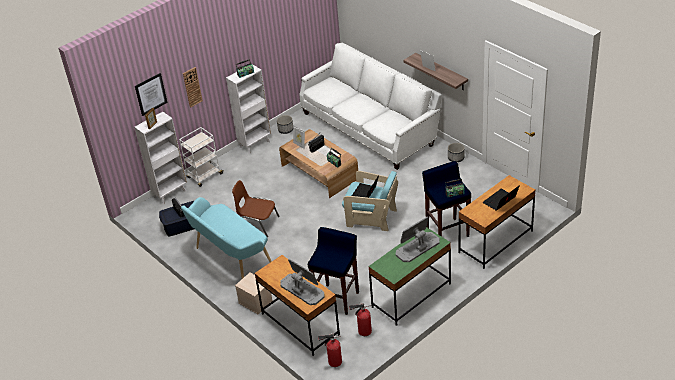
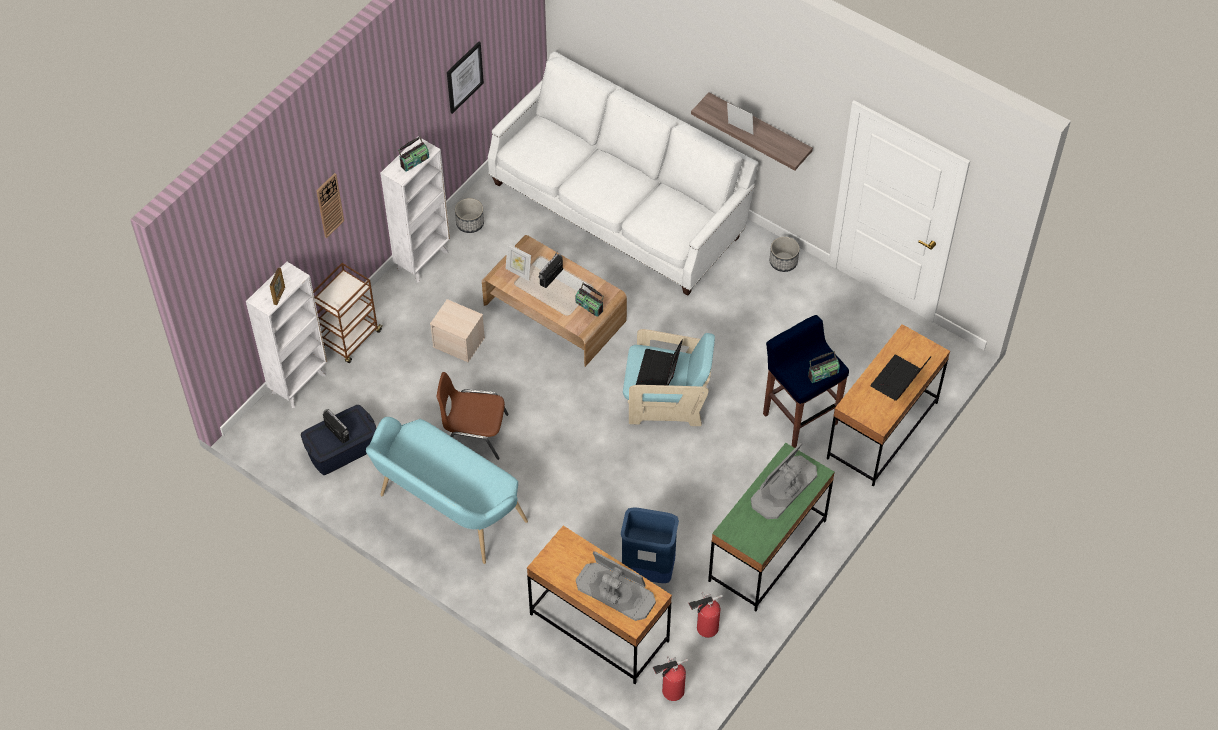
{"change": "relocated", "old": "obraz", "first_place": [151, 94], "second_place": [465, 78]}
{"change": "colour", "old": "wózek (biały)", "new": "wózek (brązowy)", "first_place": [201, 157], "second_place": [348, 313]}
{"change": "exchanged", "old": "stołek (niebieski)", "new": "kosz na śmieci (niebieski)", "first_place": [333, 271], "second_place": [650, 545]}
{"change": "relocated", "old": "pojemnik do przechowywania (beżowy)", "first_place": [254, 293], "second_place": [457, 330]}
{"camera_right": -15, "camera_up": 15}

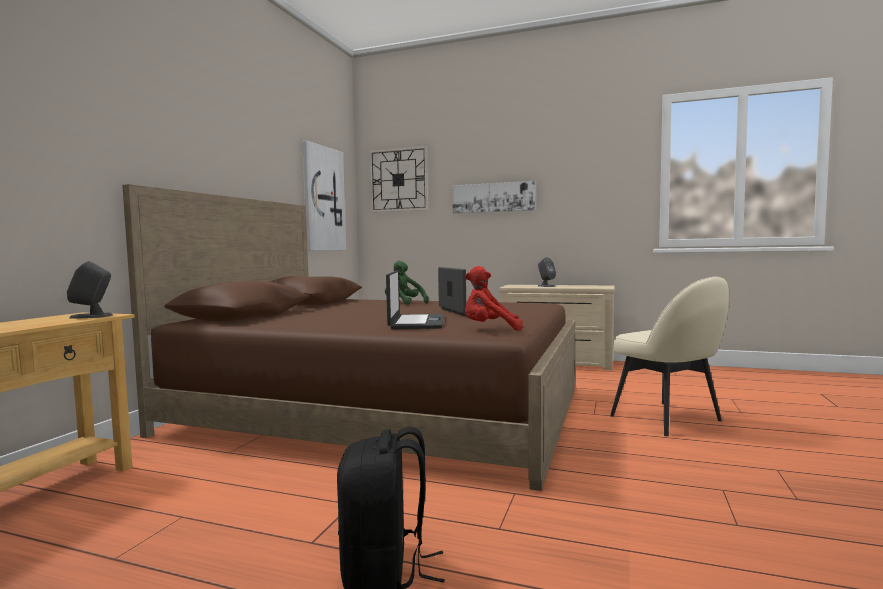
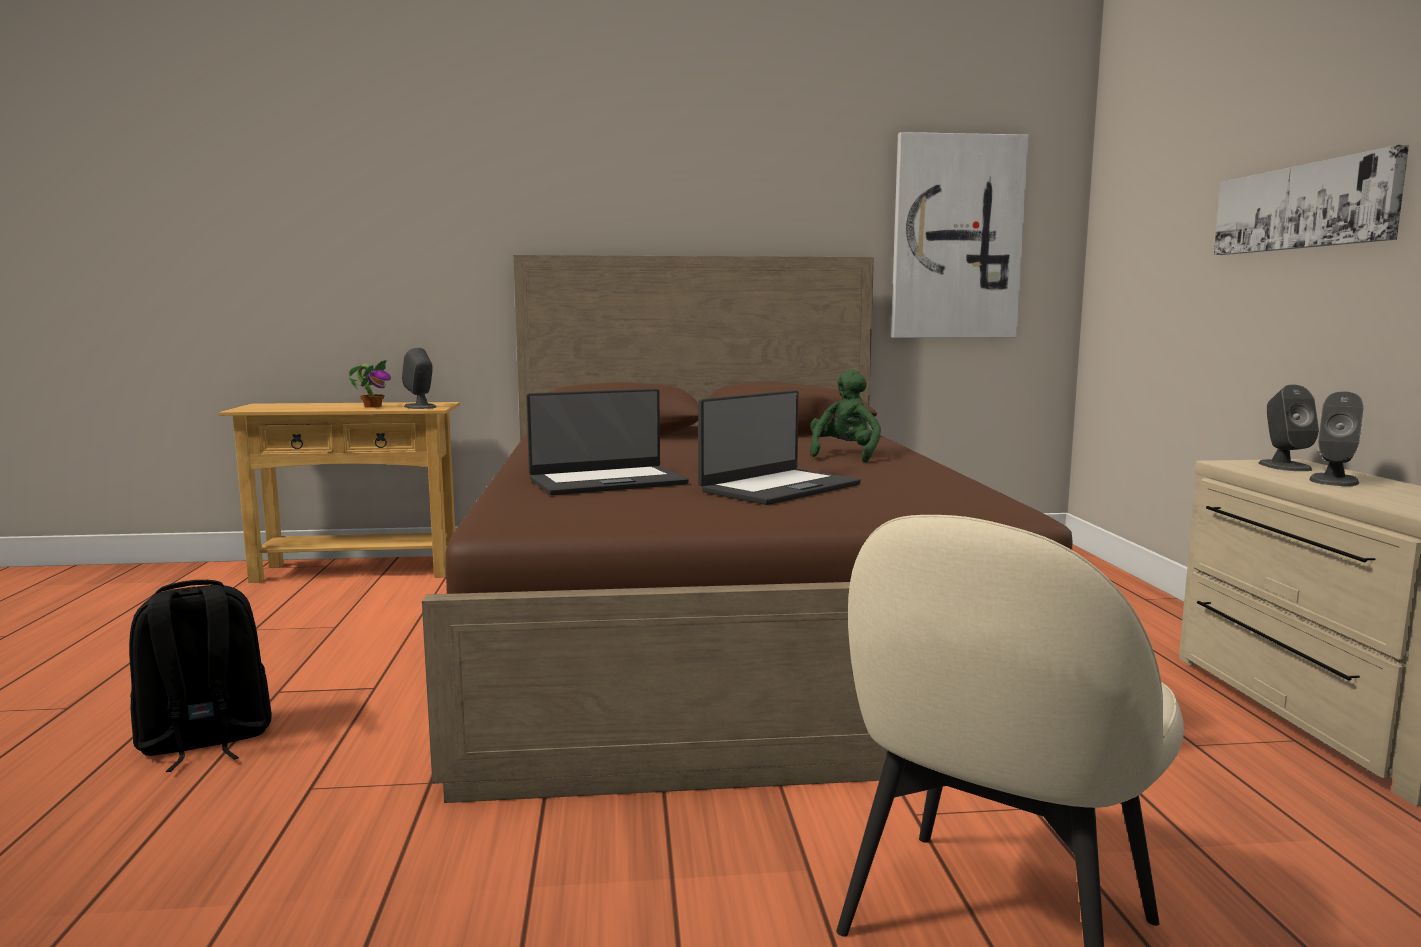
{"change": "missing", "old": "zegar ścienny", "first_place": [398, 179]}
{"change": "missing", "old": "pluszak (czerwony)", "first_place": [494, 298]}
{"change": "appeared", "new": "roślina doniczkowa", "second_place": [369, 384]}
{"change": "appeared", "new": "głośnik (szary)", "second_place": [1289, 427]}
{"camera_right": 65, "camera_up": 5}

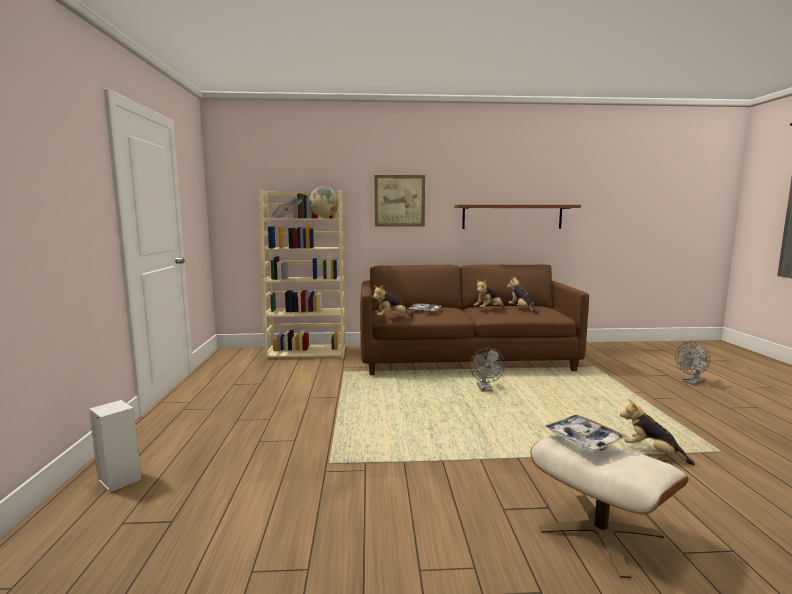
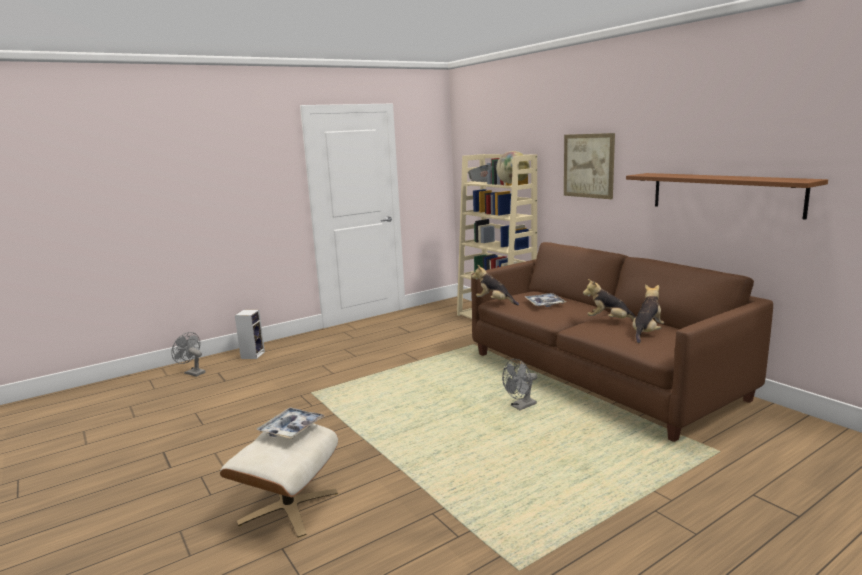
{"change": "relocated", "old": "wentylator (szary)", "first_place": [692, 363], "second_place": [189, 354]}
{"change": "missing", "old": "pluszak", "first_place": [657, 432]}
{"camera_right": 60, "camera_up": 5}

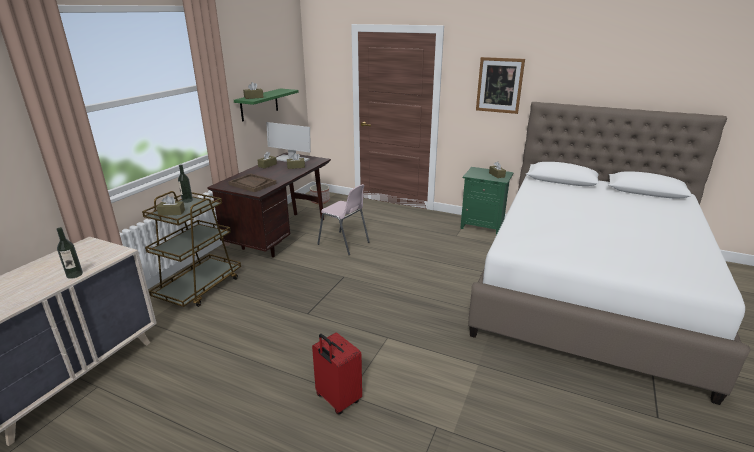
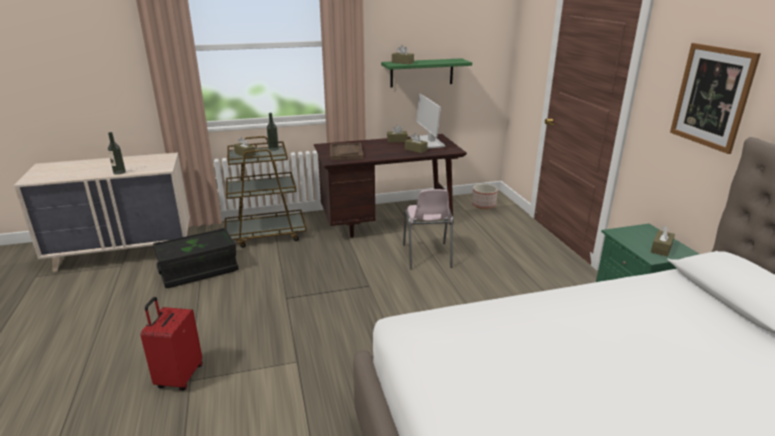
{"change": "appeared", "new": "pojemnik do przechowywania (czarny)", "second_place": [196, 258]}
{"camera_right": 50, "camera_up": 0}

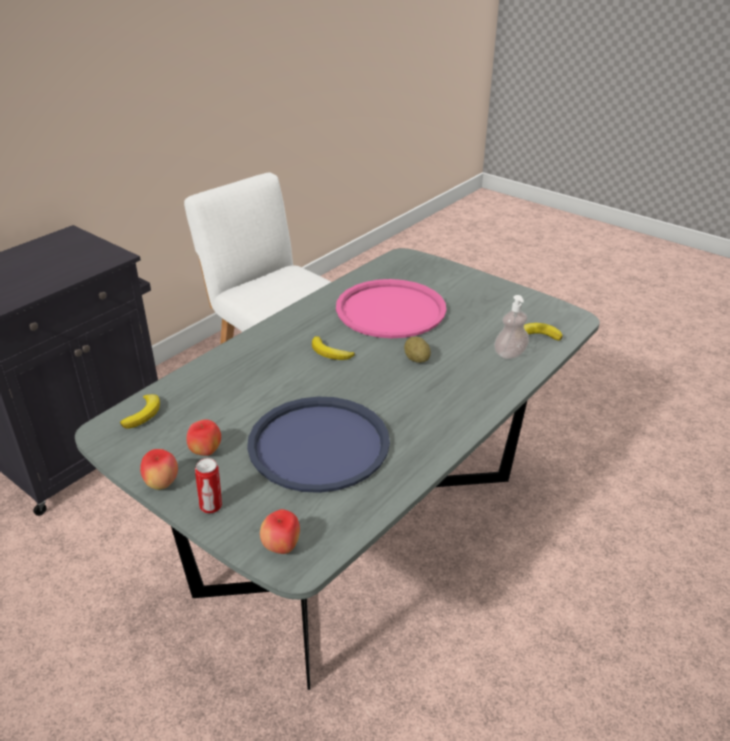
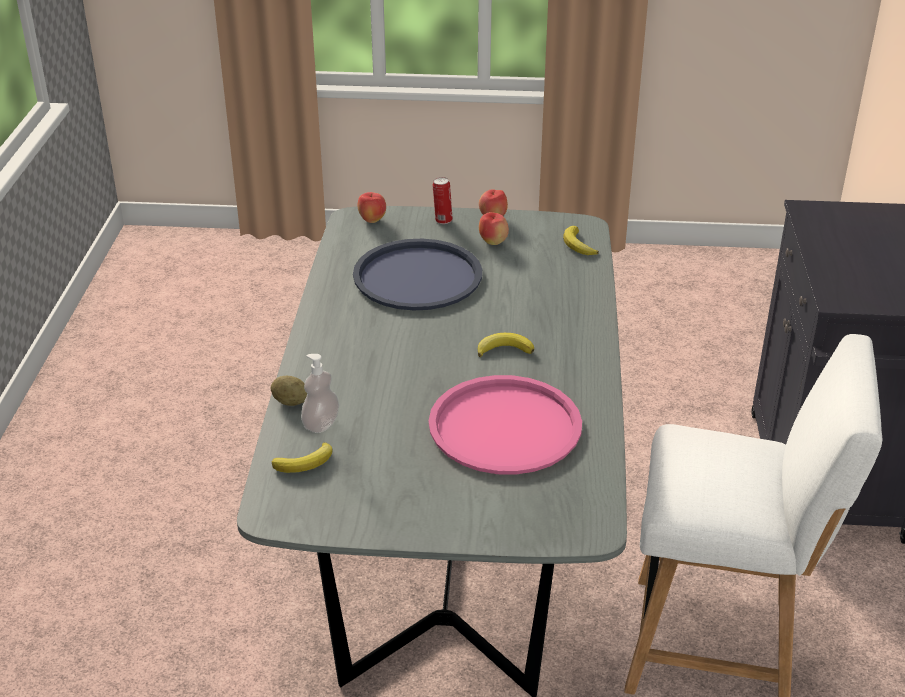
{"change": "relocated", "old": "ziemniak", "first_place": [417, 350], "second_place": [288, 391]}
{"camera_right": 145, "camera_up": 0}

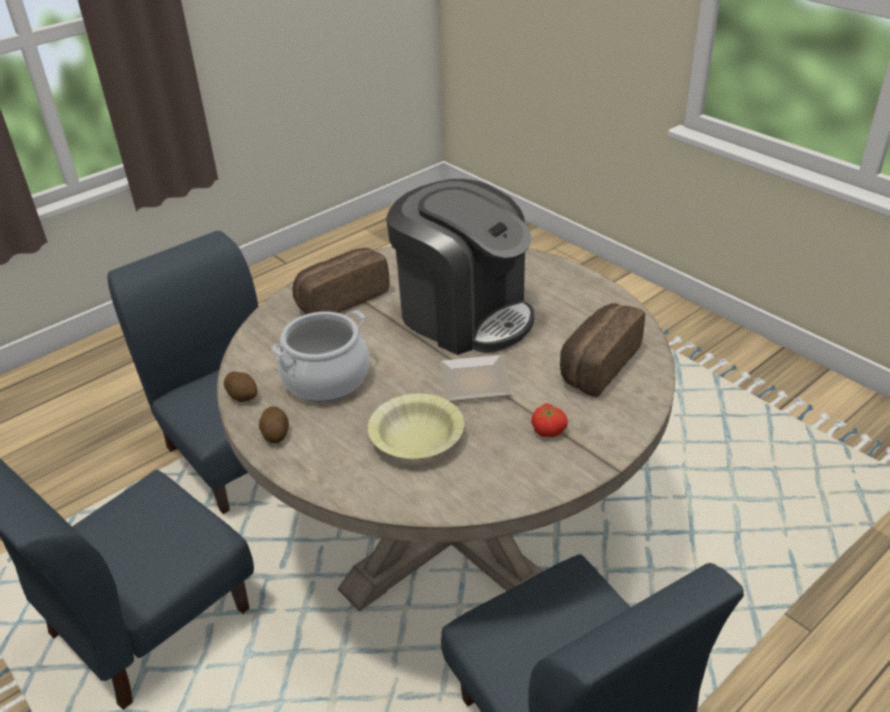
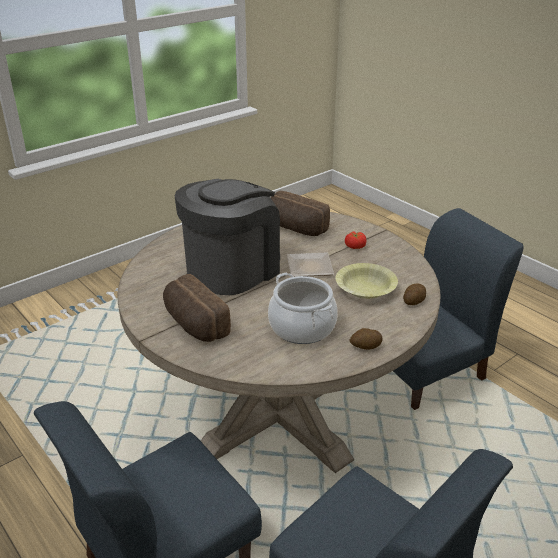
{"change": "relocated", "old": "ziemniak", "first_place": [241, 387], "second_place": [414, 294]}
{"camera_right": -90, "camera_up": -5}

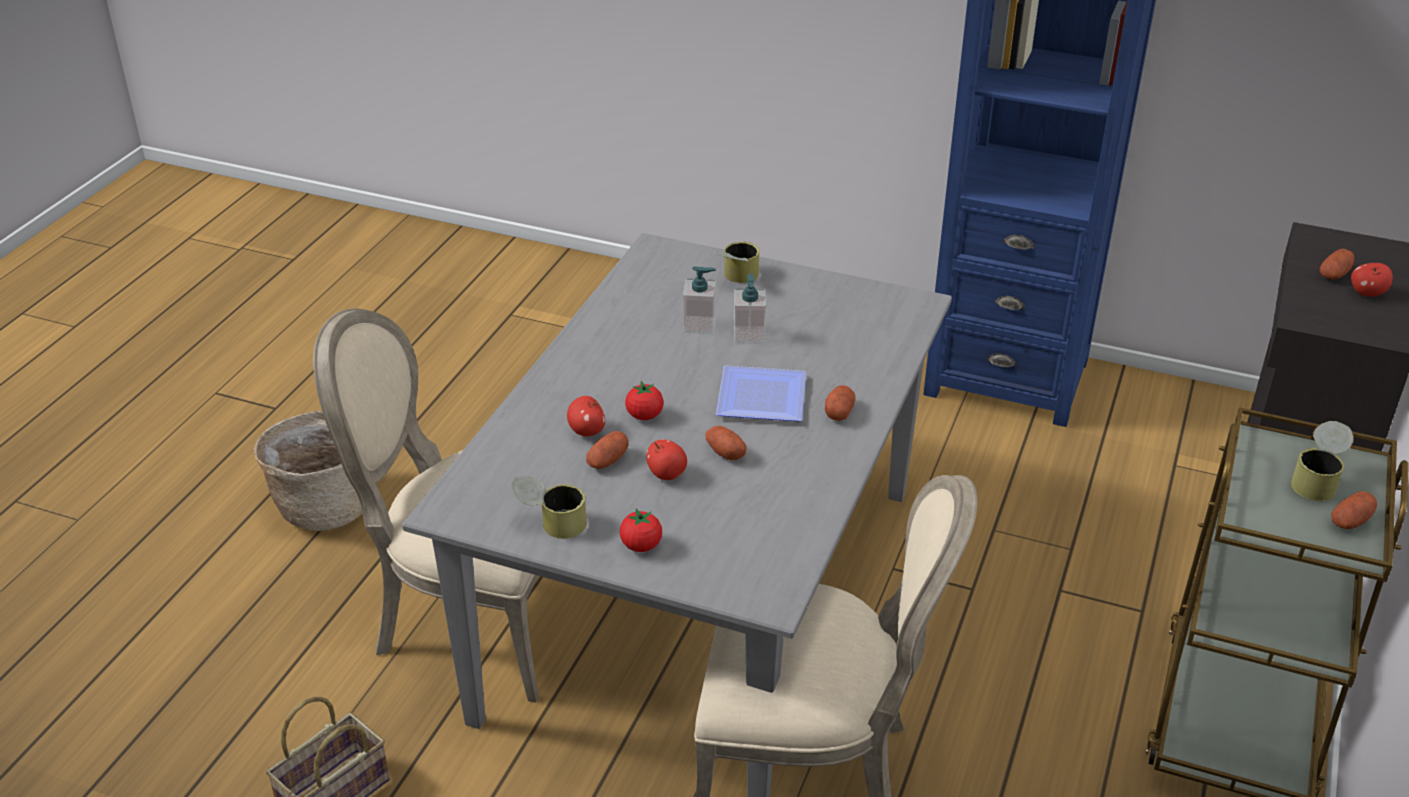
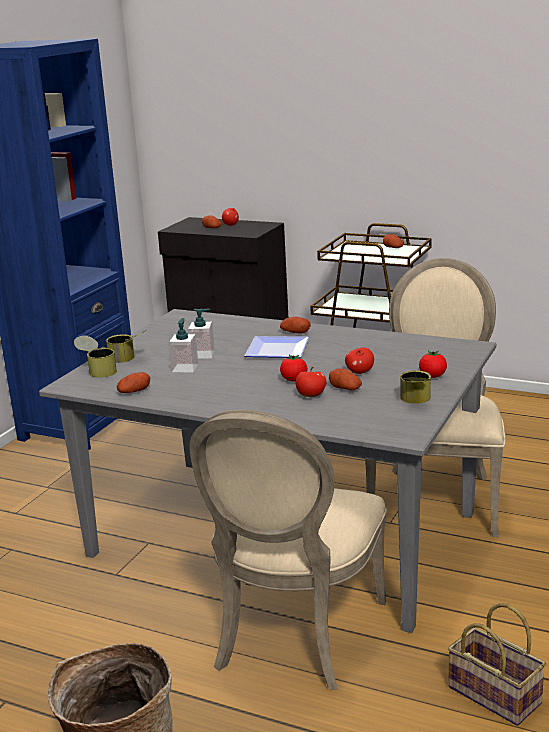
{"change": "relocated", "old": "puszka", "first_place": [1322, 461], "second_place": [95, 356]}
{"change": "relocated", "old": "ziemniak", "first_place": [726, 443], "second_place": [133, 382]}
{"camera_right": -85, "camera_up": -15}

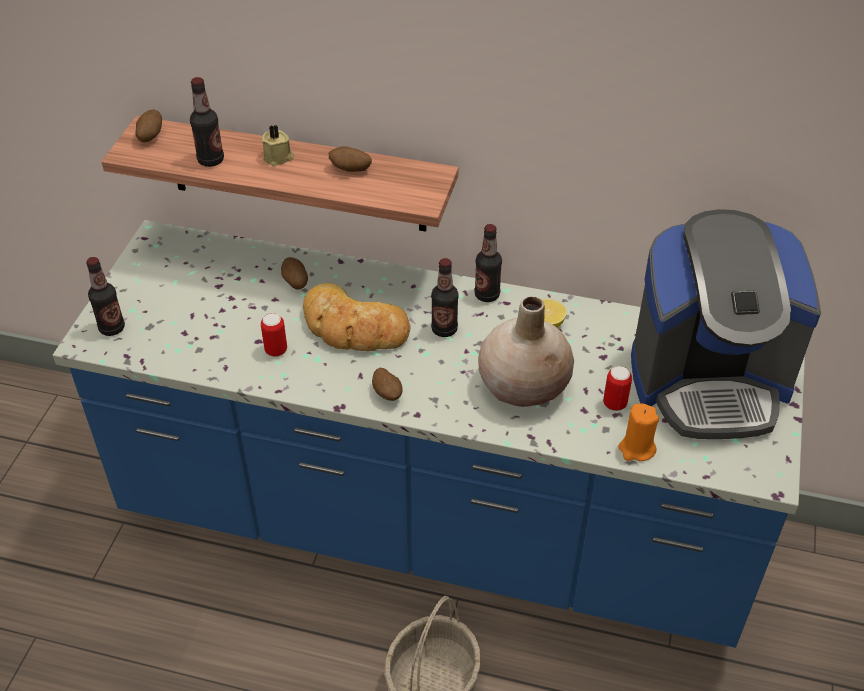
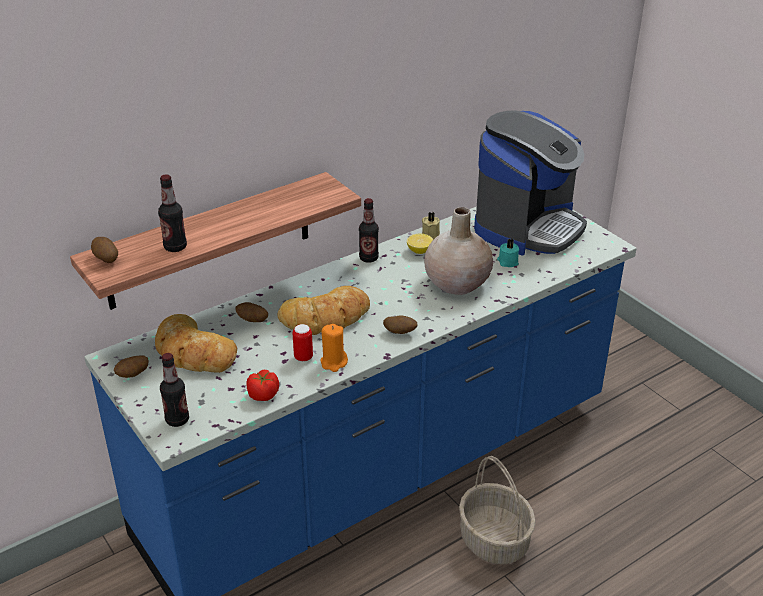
{"change": "relocated", "old": "świeca (beżowy)", "first_place": [278, 145], "second_place": [431, 226]}
{"change": "relocated", "old": "ziemniak", "first_place": [350, 159], "second_place": [131, 367]}
{"change": "missing", "old": "butelka", "first_place": [445, 297]}
{"change": "exchanged", "old": "puszka", "new": "świeca (turkusowy)", "first_place": [617, 388], "second_place": [508, 253]}
{"change": "relocated", "old": "świeca (pomarańczowy)", "first_place": [638, 432], "second_place": [334, 348]}
{"change": "appeared", "new": "chleb", "second_place": [196, 343]}
{"change": "appeared", "new": "pomidor", "second_place": [262, 385]}
{"camera_right": -50, "camera_up": -10}

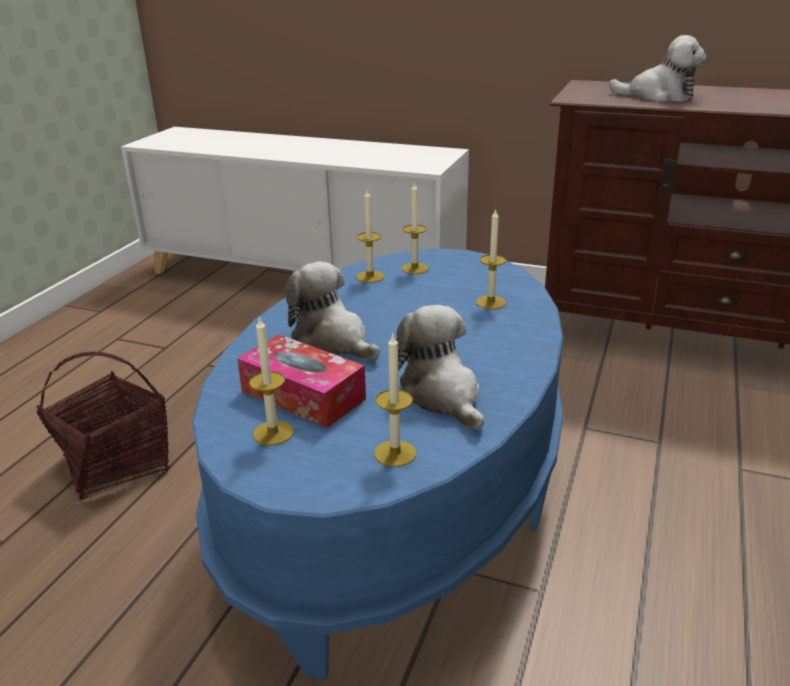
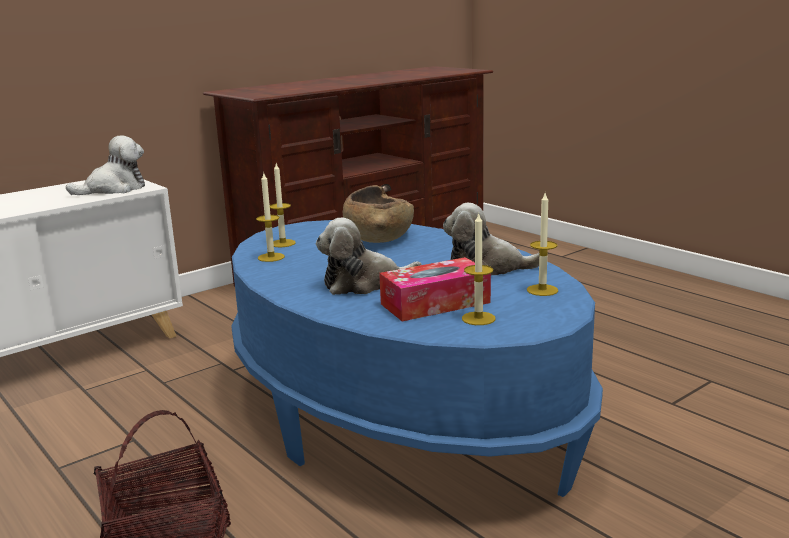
{"change": "relocated", "old": "pluszak", "first_place": [657, 68], "second_place": [105, 165]}
{"change": "exchanged", "old": "świeca", "new": "miska (brązowy)", "first_place": [491, 258], "second_place": [378, 214]}
{"camera_right": -60, "camera_up": -10}

